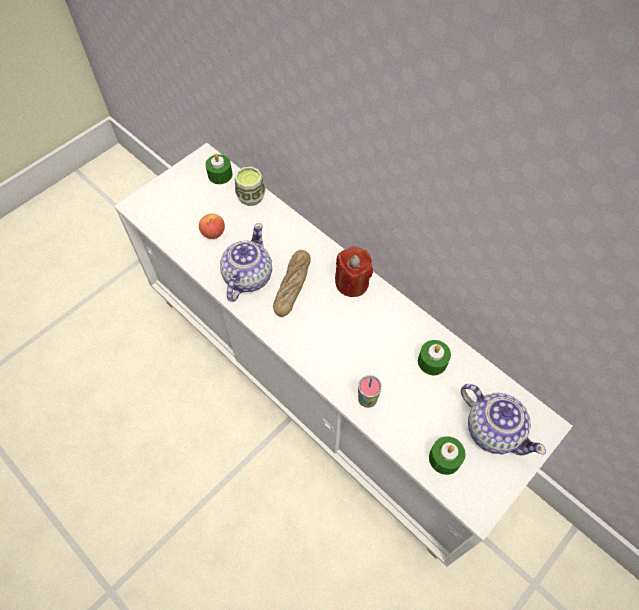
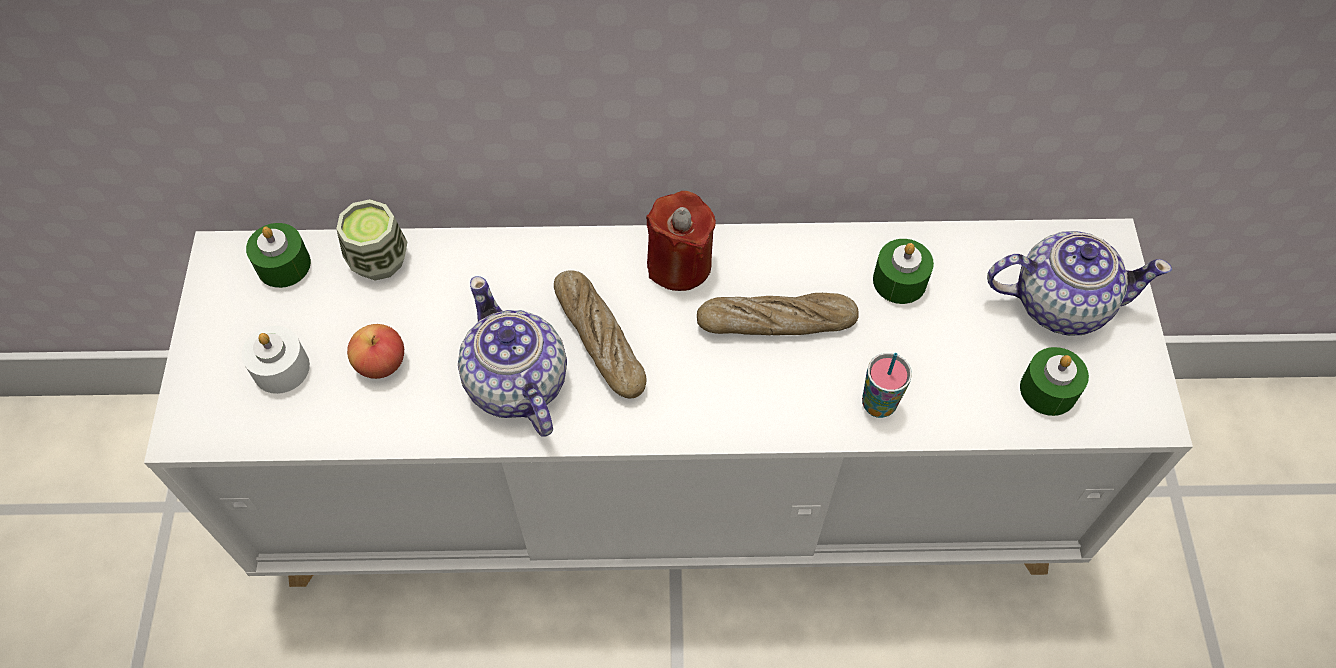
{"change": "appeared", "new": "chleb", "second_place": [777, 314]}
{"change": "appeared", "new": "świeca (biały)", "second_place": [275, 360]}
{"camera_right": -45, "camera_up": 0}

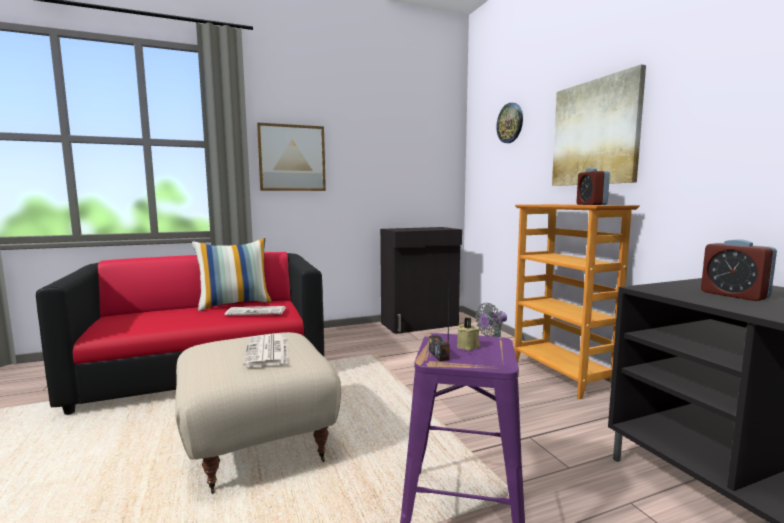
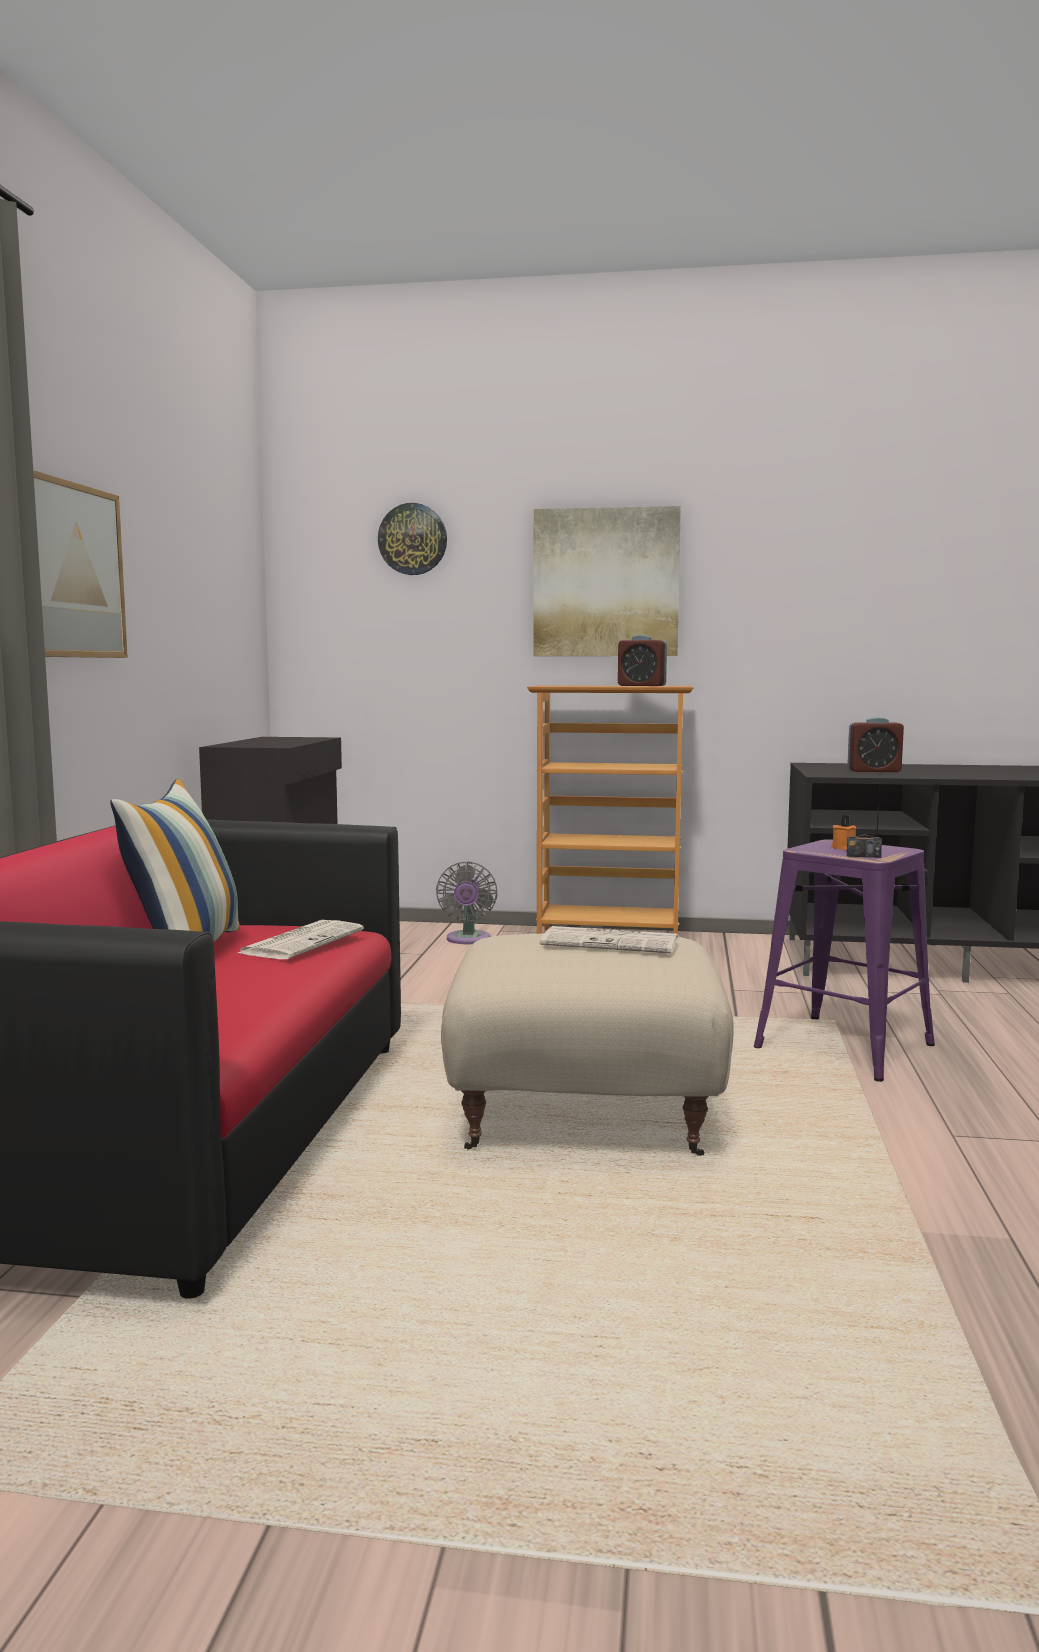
{"change": "colour", "old": "świeca (beżowy)", "new": "świeca (pomarańczowy)", "first_place": [468, 334], "second_place": [843, 832]}
{"camera_right": -60, "camera_up": 0}

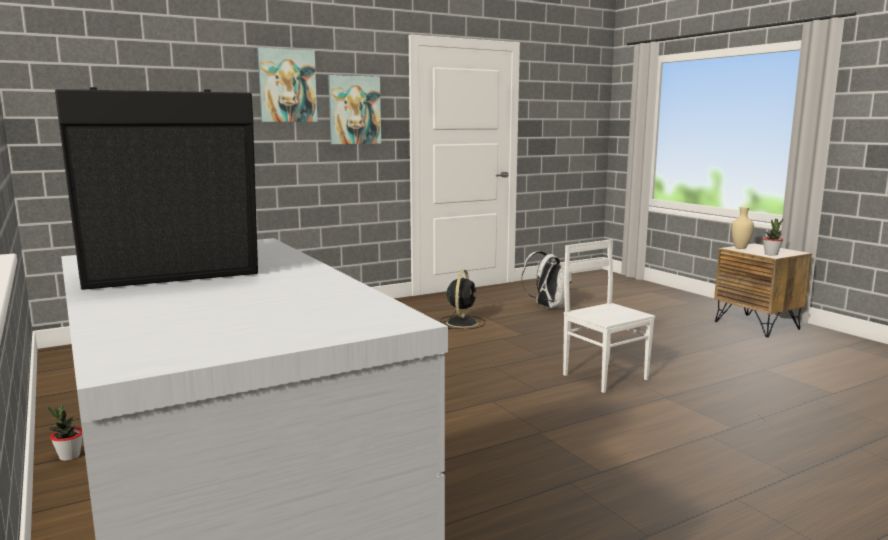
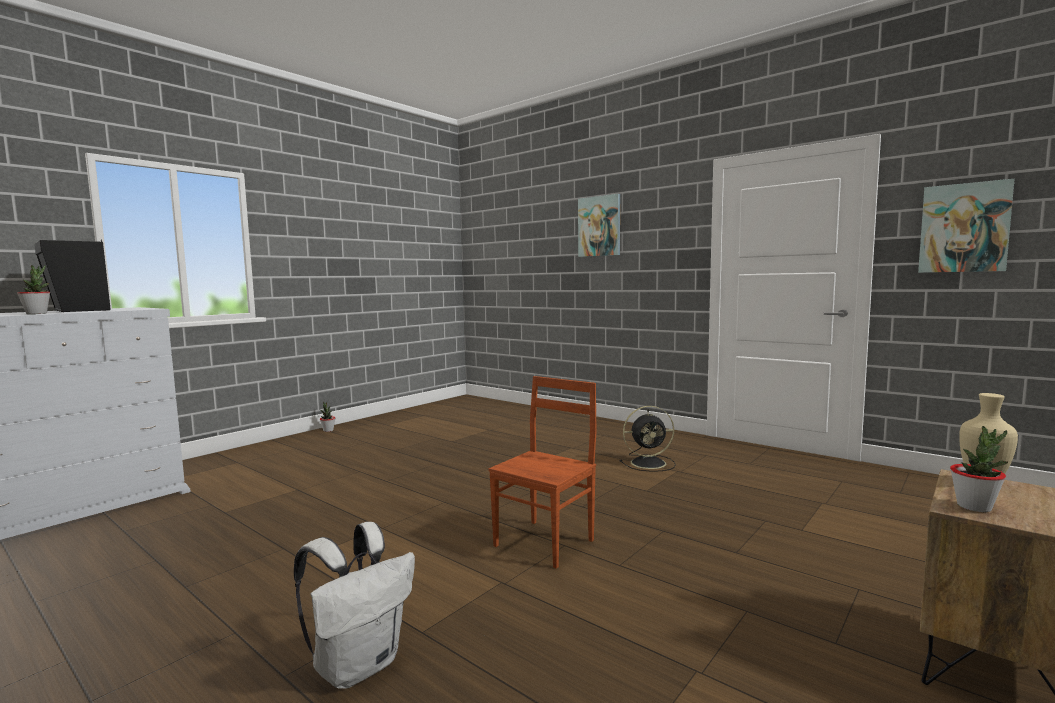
{"change": "relocated", "old": "obraz", "first_place": [354, 109], "second_place": [966, 226]}
{"change": "colour", "old": "krzesło (biały)", "new": "krzesło (brązowy)", "first_place": [609, 316], "second_place": [542, 472]}
{"change": "relocated", "old": "plecak (biały)", "first_place": [546, 279], "second_place": [354, 605]}
{"change": "appeared", "new": "roślina doniczkowa", "second_place": [33, 289]}
{"camera_right": 70, "camera_up": -5}

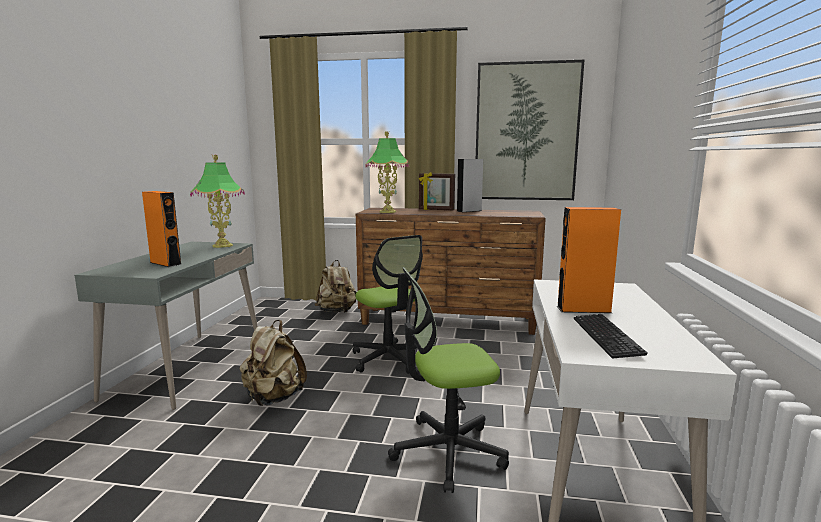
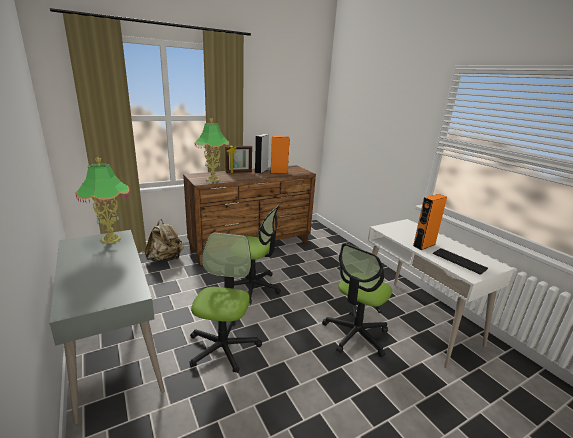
{"change": "missing", "old": "obraz", "first_place": [530, 130]}
{"change": "relocated", "old": "głośnik (pomarańczowy)", "first_place": [162, 229], "second_place": [280, 155]}
{"change": "exchanged", "old": "plecak (beżowy)", "new": "krzesło biurowe", "first_place": [273, 363], "second_place": [226, 303]}
{"camera_right": -40, "camera_up": 10}

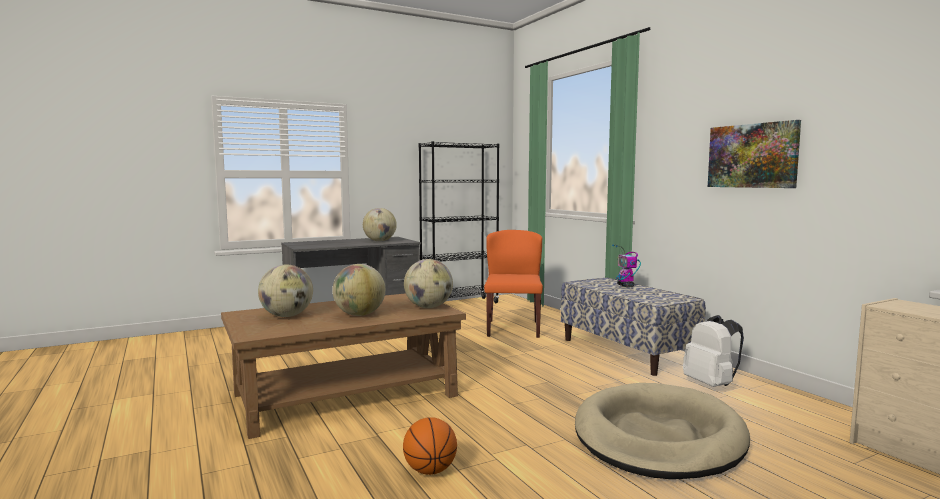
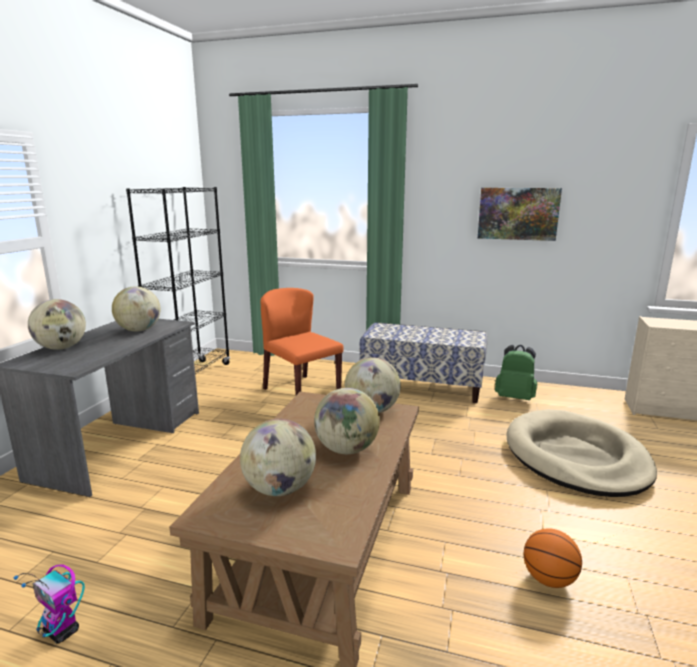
{"change": "relocated", "old": "robot zabawkowy", "first_place": [626, 265], "second_place": [49, 604]}
{"change": "colour", "old": "plecak (biały)", "new": "plecak (zielony)", "first_place": [713, 351], "second_place": [516, 372]}
{"change": "appeared", "new": "globus", "second_place": [57, 324]}
{"camera_right": -45, "camera_up": 10}

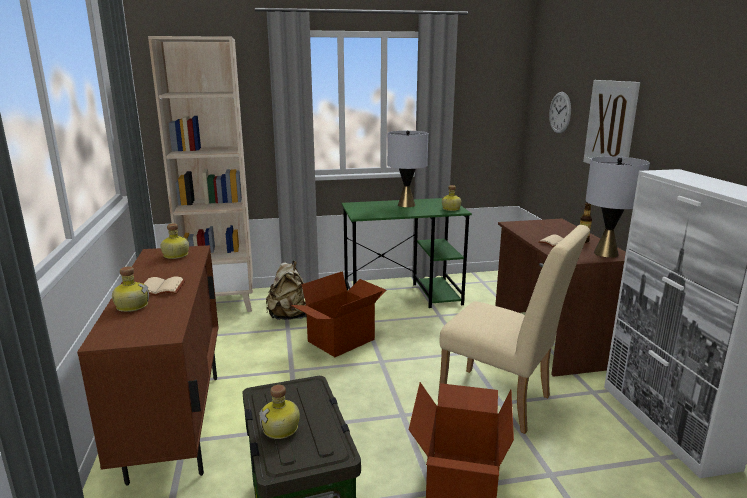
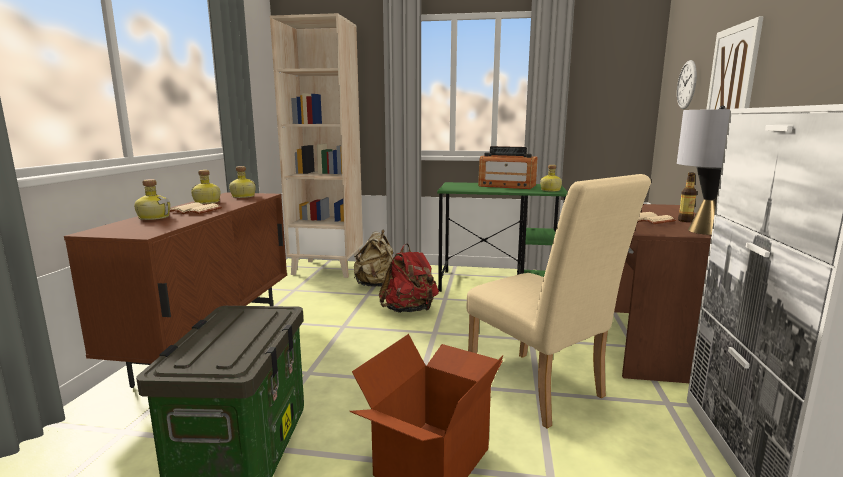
{"change": "exchanged", "old": "lampa stołowa (szary)", "new": "radio", "first_place": [407, 168], "second_place": [507, 167]}
{"change": "exchanged", "old": "karton", "new": "plecak (czerwony)", "first_place": [339, 314], "second_place": [409, 278]}
{"change": "relocated", "old": "butelka", "first_place": [279, 412], "second_place": [205, 187]}
{"camera_right": 20, "camera_up": -5}

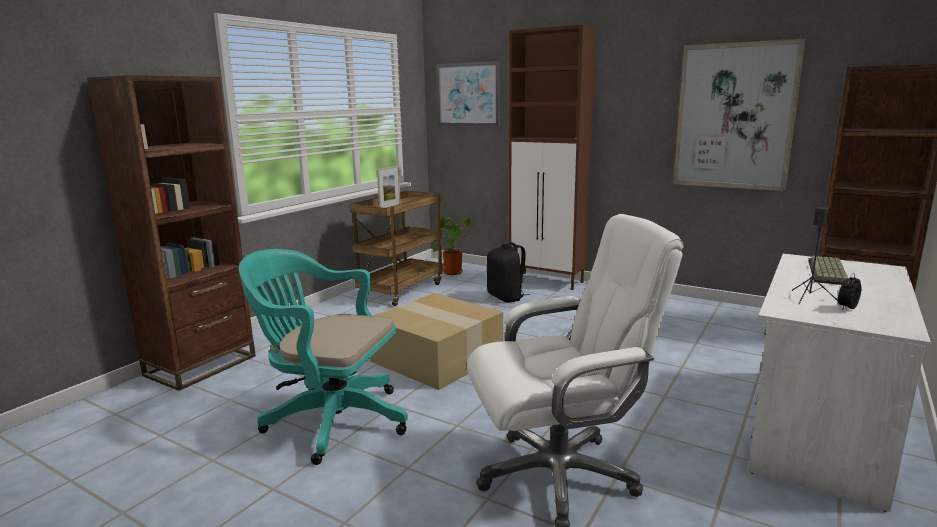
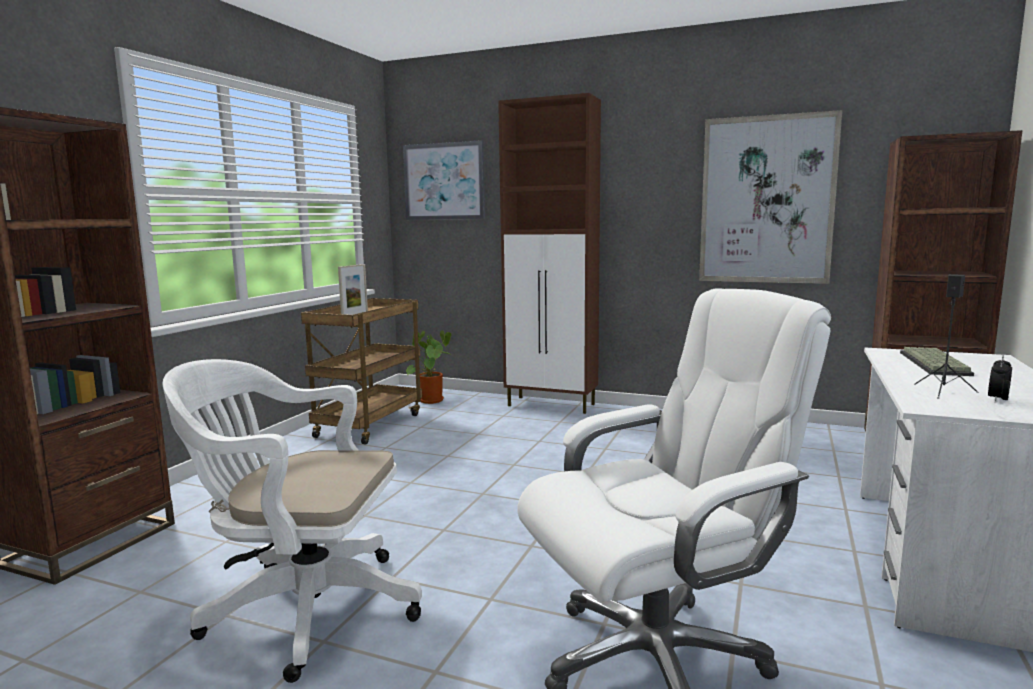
{"change": "missing", "old": "plecak (czarny)", "first_place": [508, 272]}
{"change": "colour", "old": "krzesło biurowe (turkusowy)", "new": "krzesło biurowe (biały)", "first_place": [323, 357], "second_place": [292, 521]}
{"change": "missing", "old": "karton", "first_place": [436, 341]}
{"camera_right": -10, "camera_up": -5}

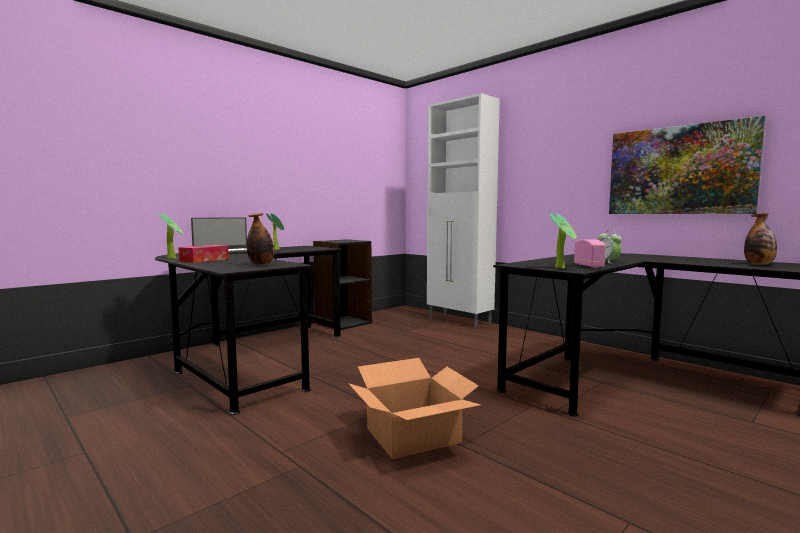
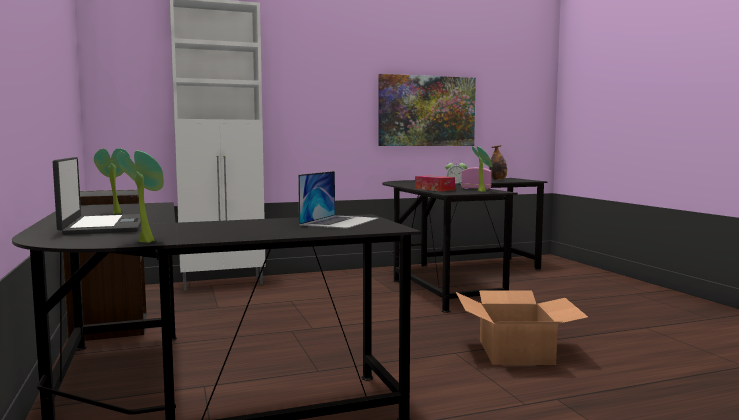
{"change": "exchanged", "old": "butelka", "new": "laptop", "first_place": [260, 239], "second_place": [338, 200]}
{"change": "relocated", "old": "pudełko chusteczek", "first_place": [203, 254], "second_place": [435, 183]}
{"camera_right": -65, "camera_up": 0}

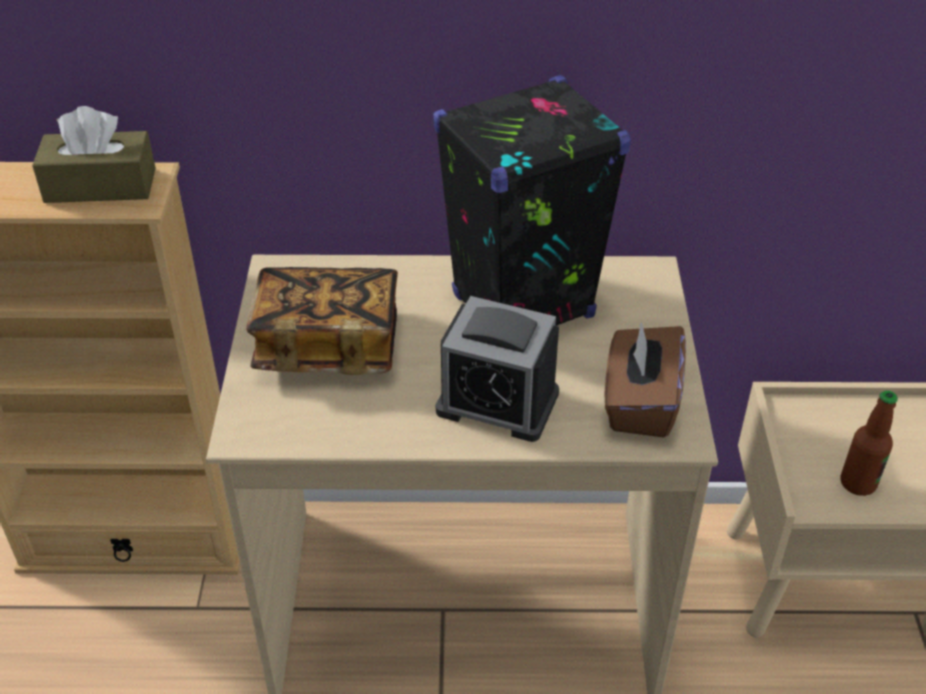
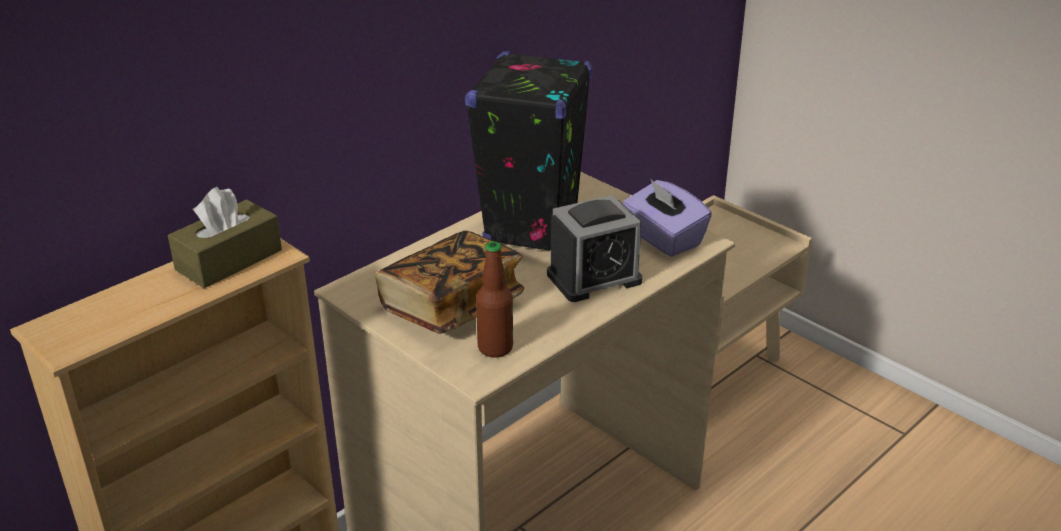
{"change": "colour", "old": "pudełko chusteczek (brązowy)", "new": "pudełko chusteczek (fioletowy)", "first_place": [645, 380], "second_place": [667, 218]}
{"change": "relocated", "old": "butelka", "first_place": [869, 443], "second_place": [494, 300]}
{"camera_right": -45, "camera_up": -10}

